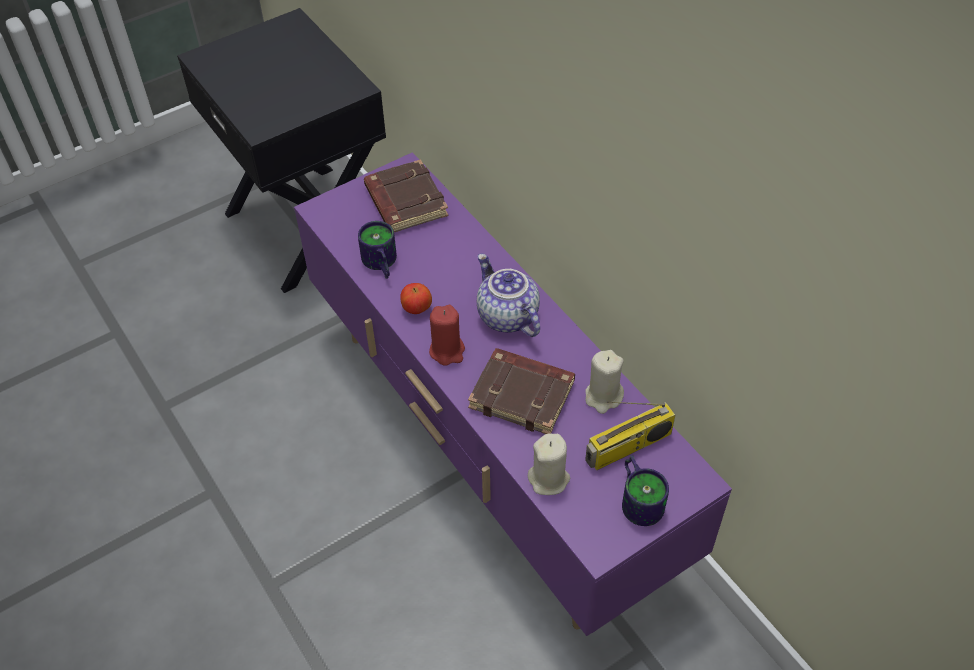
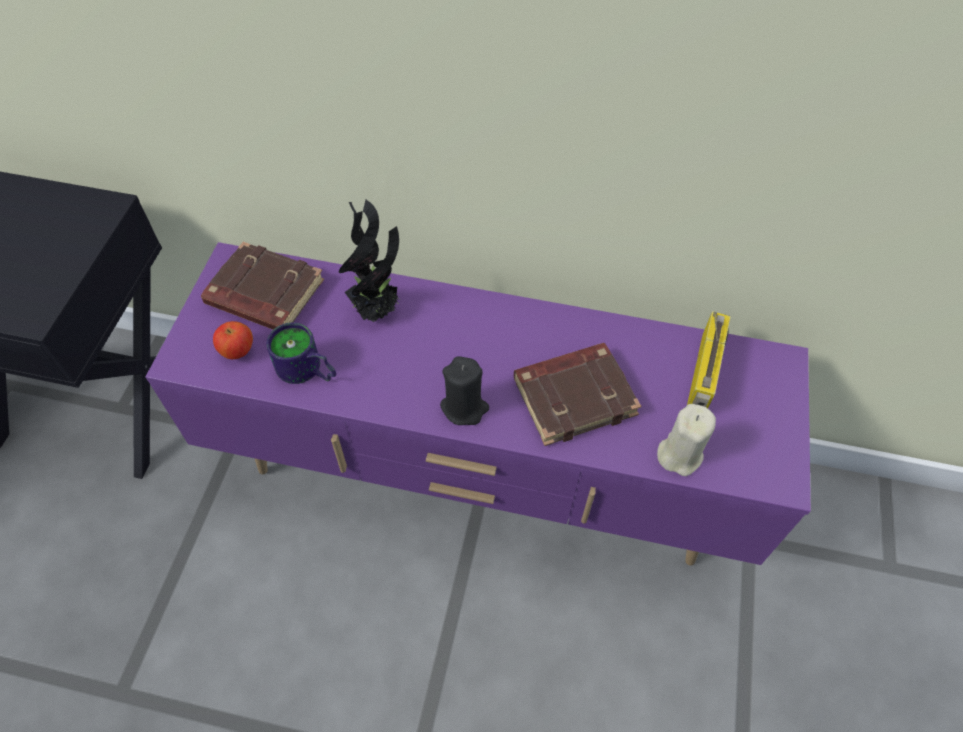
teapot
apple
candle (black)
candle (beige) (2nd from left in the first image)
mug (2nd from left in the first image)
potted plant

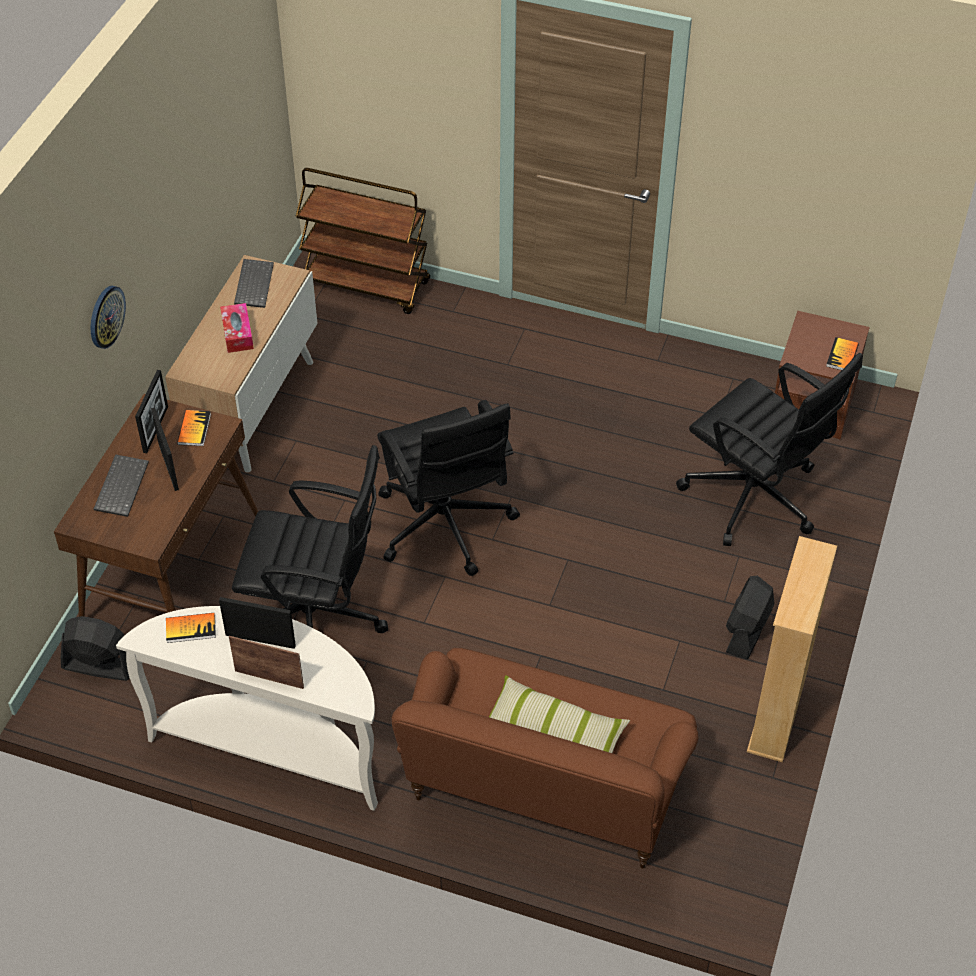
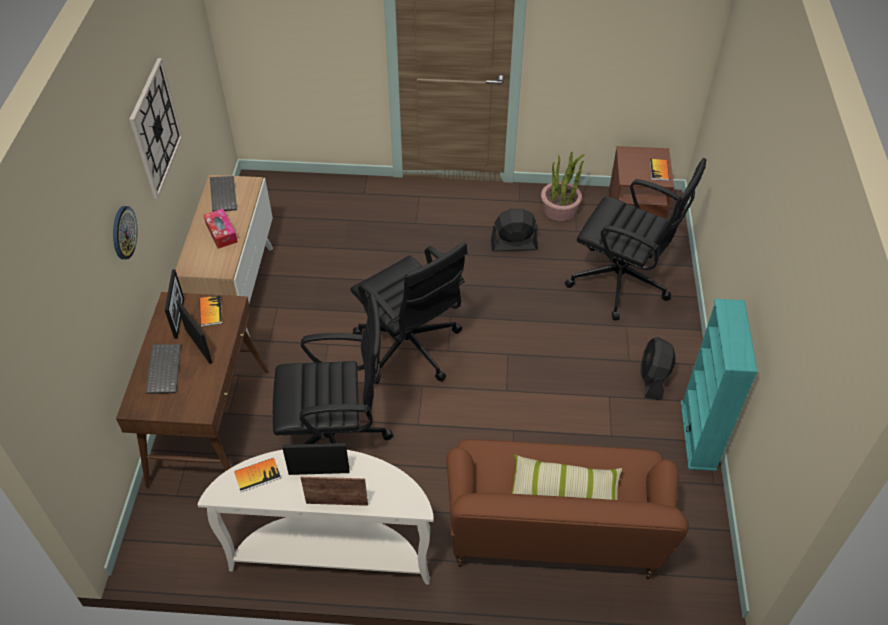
cart (brown)
bookcase (turquoise)
fan (black) (1st from left)
wall clock (2nd from left)
potted plant

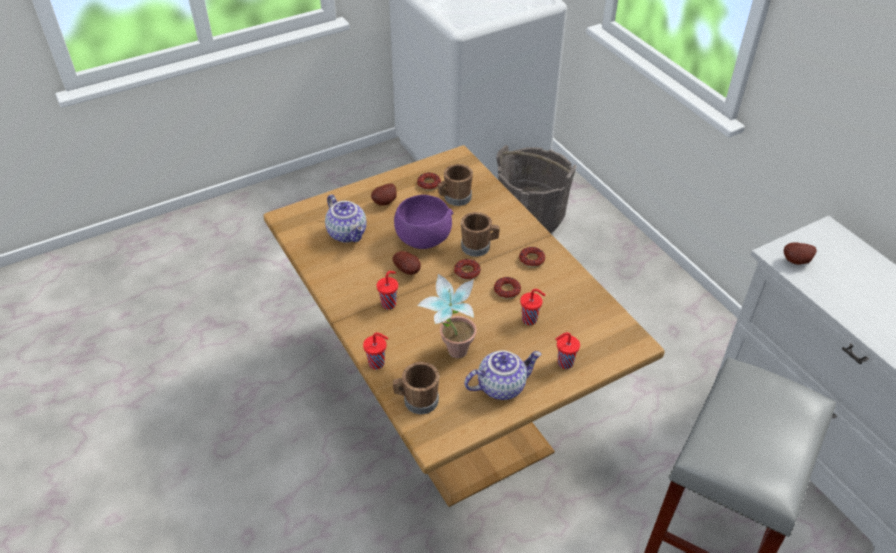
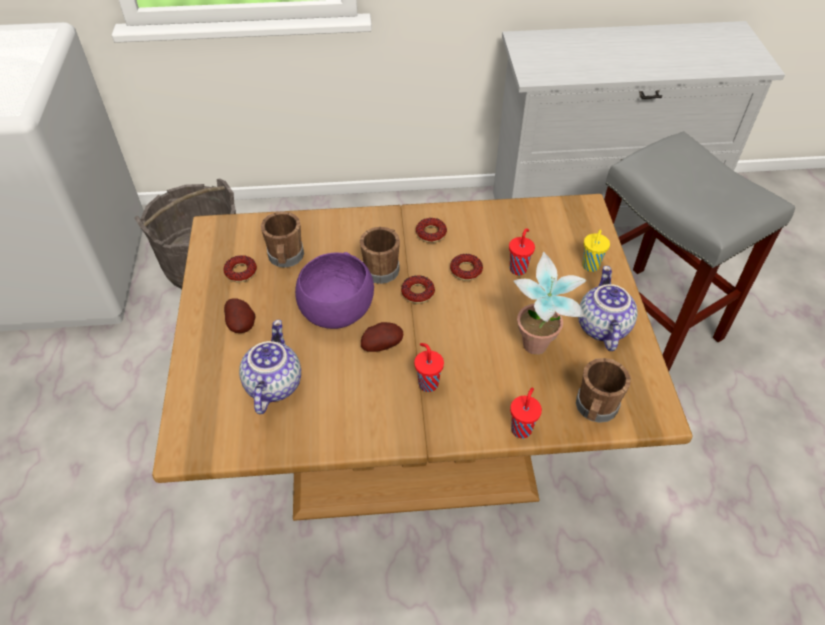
teapot (1st from left)
potato (3rd from left in the first image)
cup (yellow)

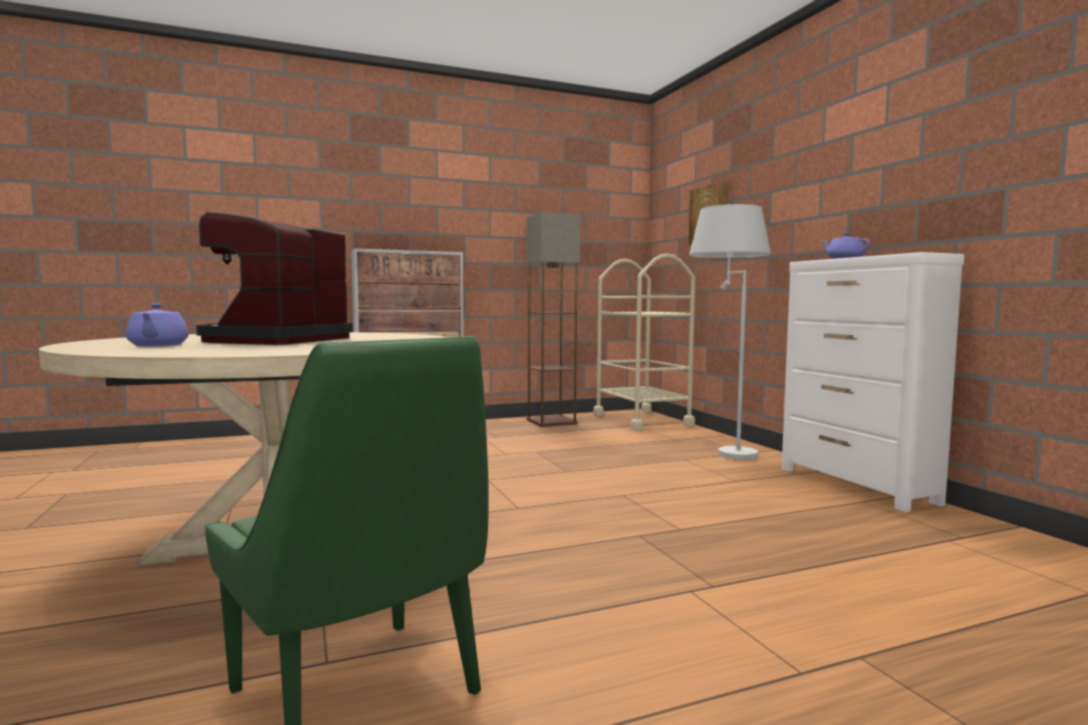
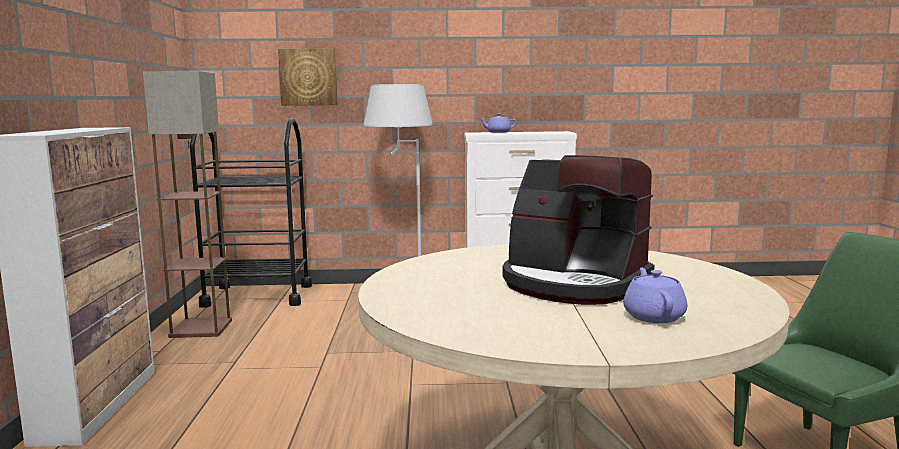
cart (black)
teapot (purple) (2nd from left)

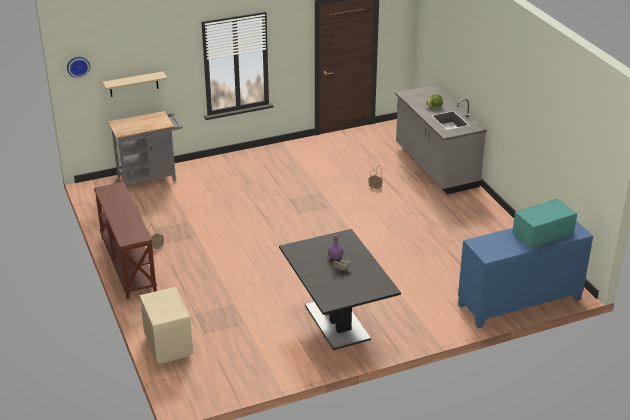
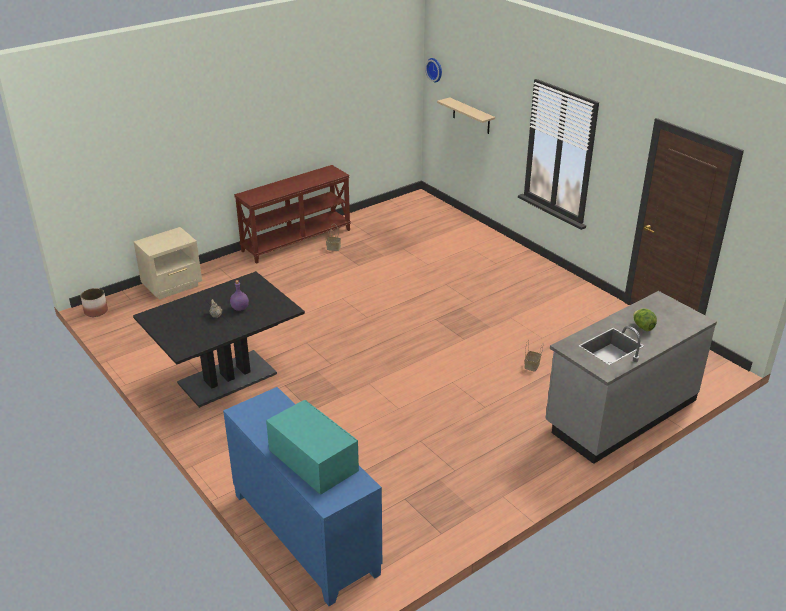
cart (grey)
planter

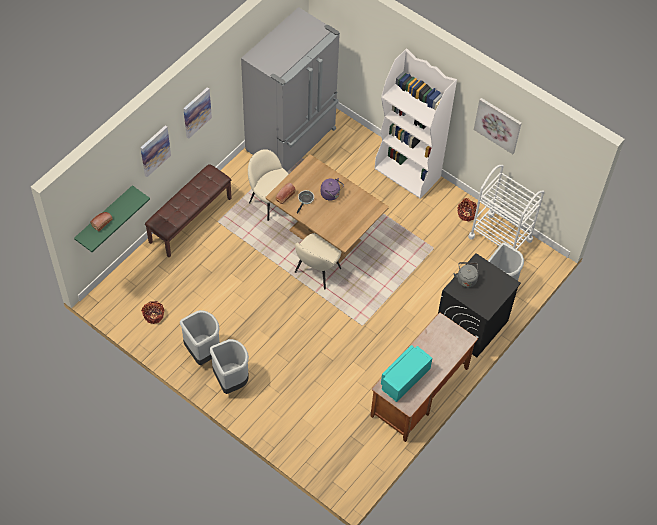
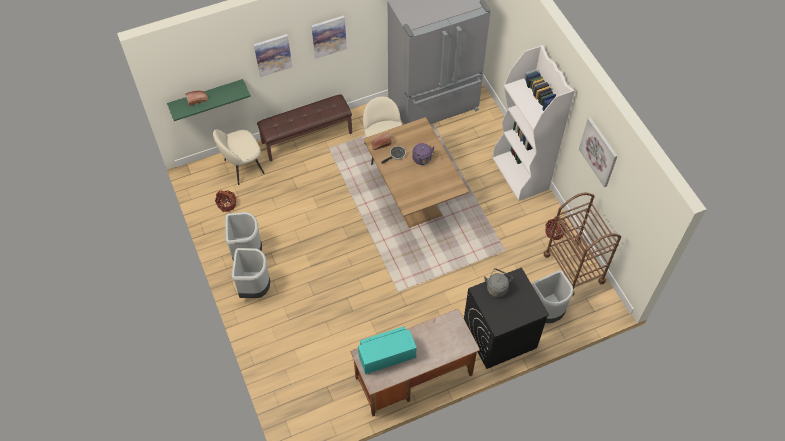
cart (brown)
chair (beige) (1st from left)

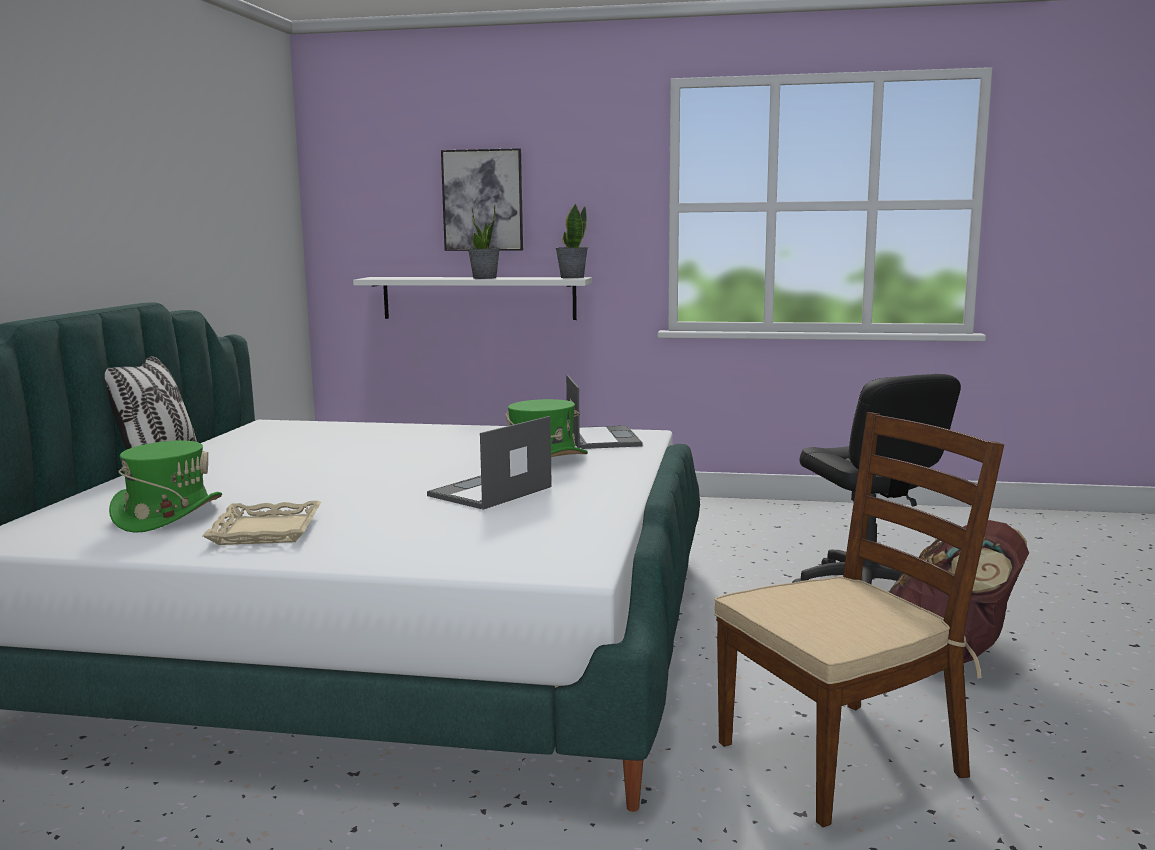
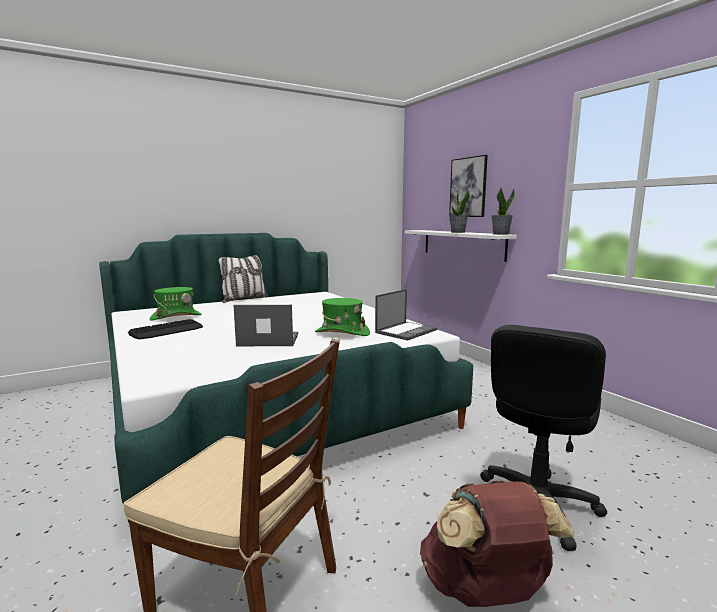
keyboard

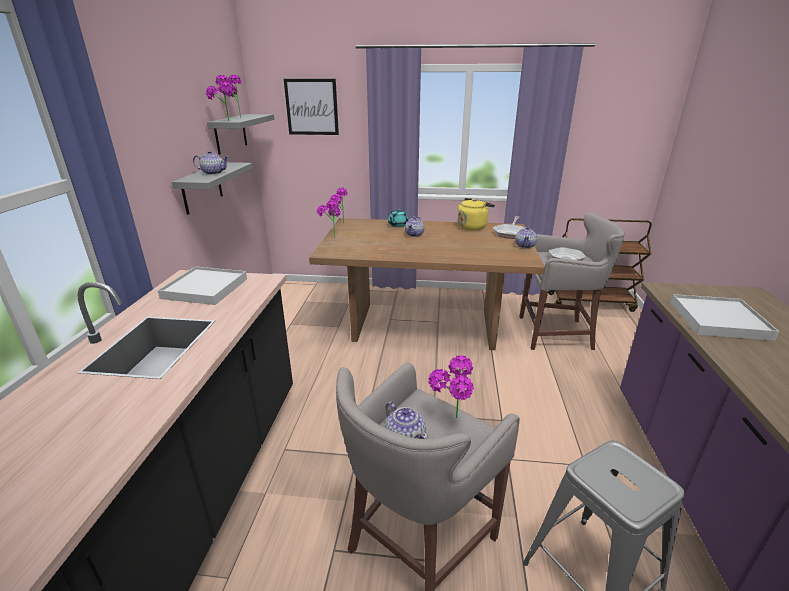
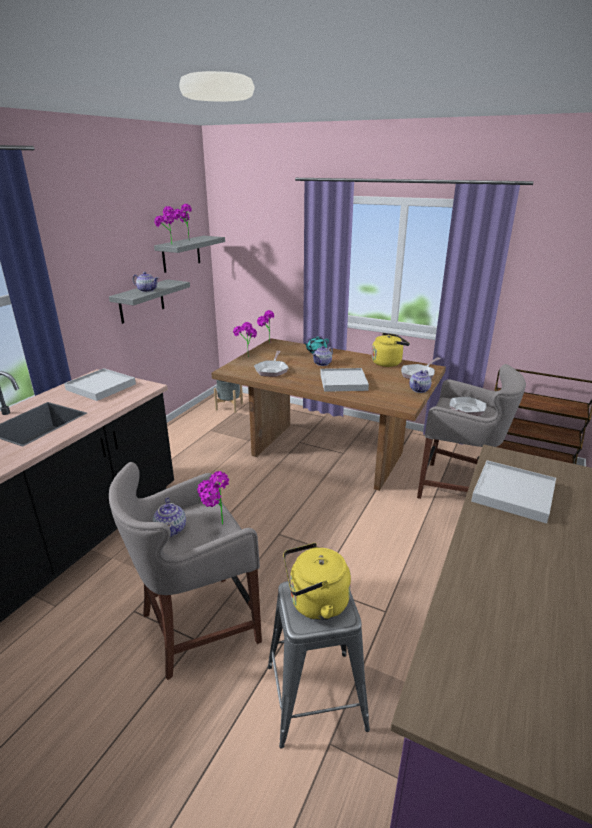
picture
frying pan (1st from left)
tray (white) (2nd from left)
planter (grey)
kettle (yellow) (1st from left)

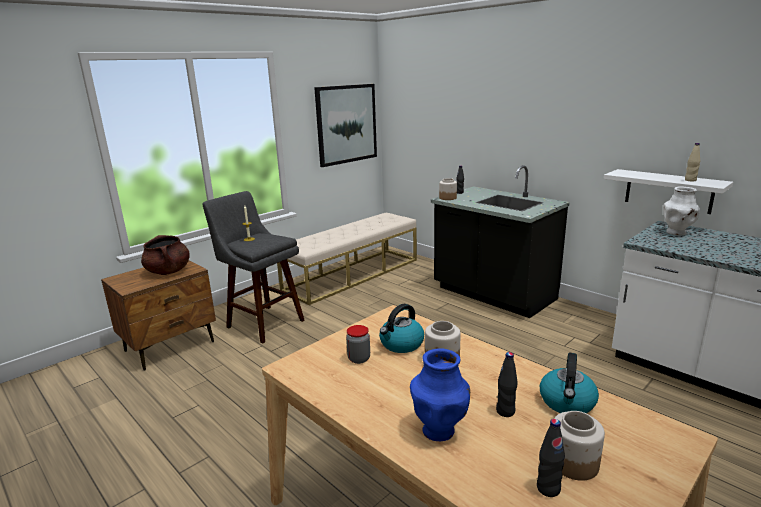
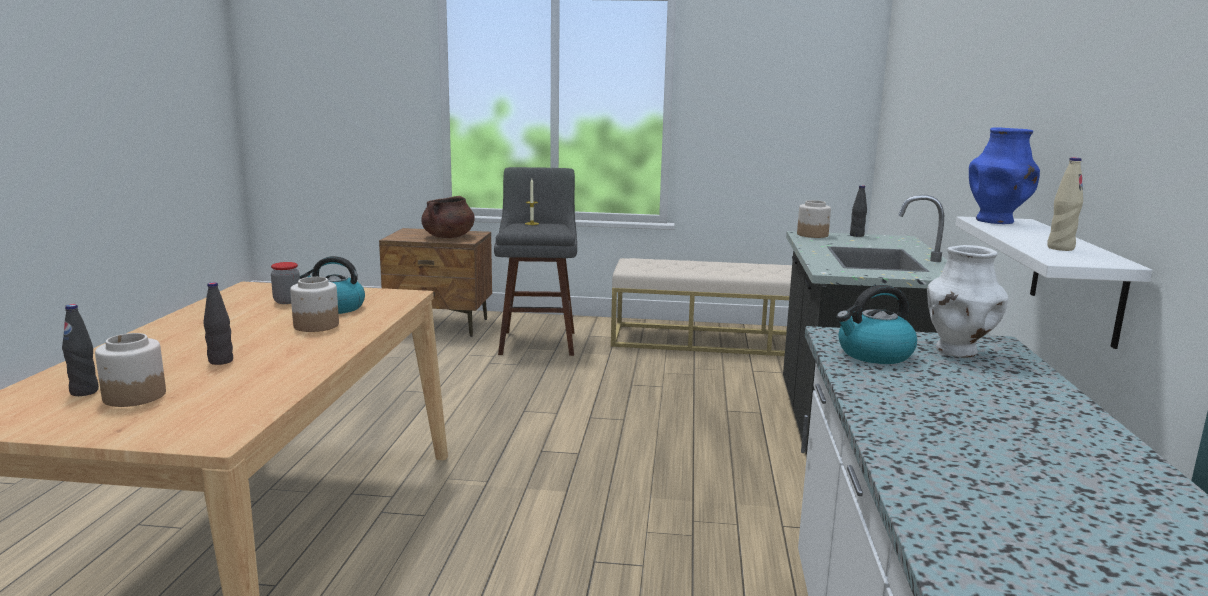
picture
vase (blue)
kettle (2nd from left)

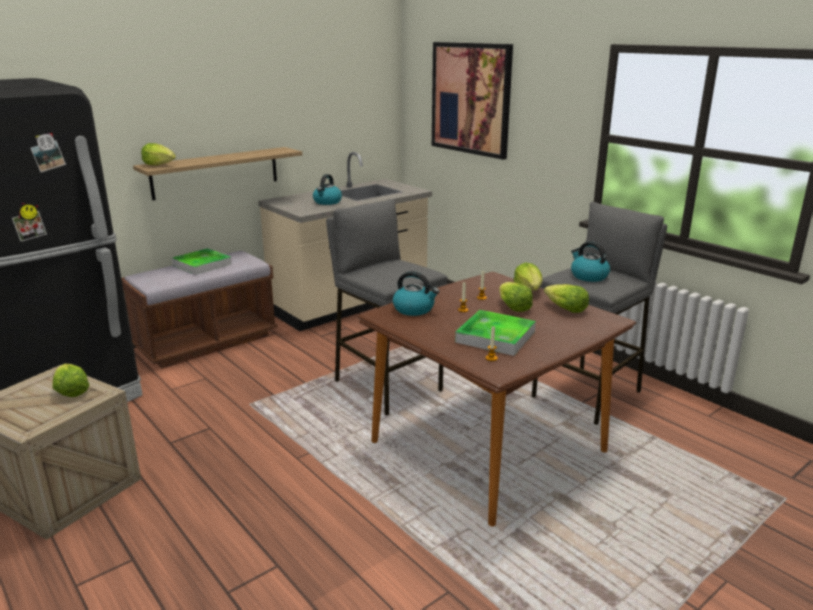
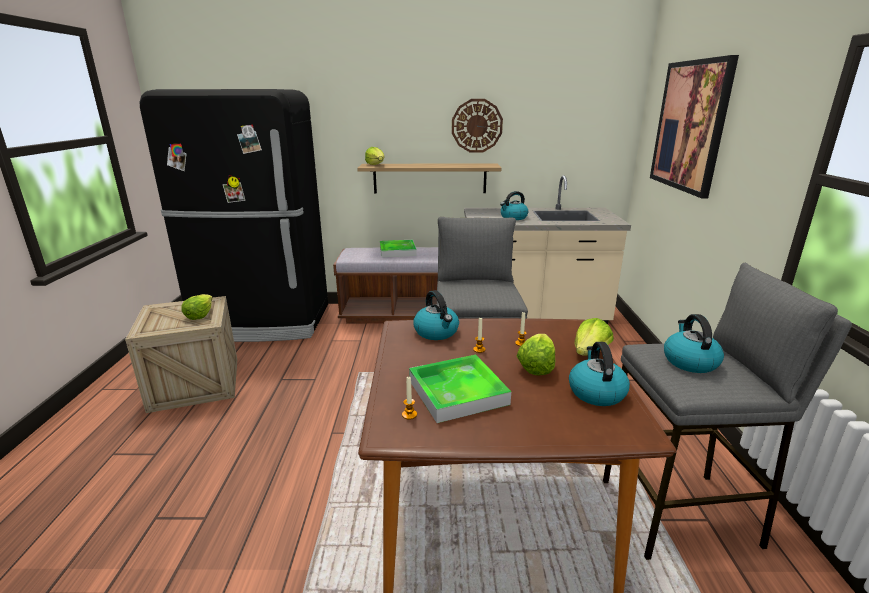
kettle (3rd from left)
wall clock

